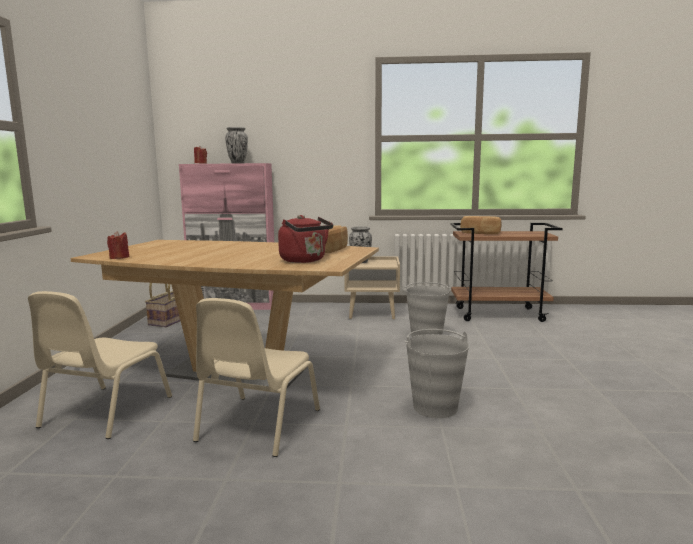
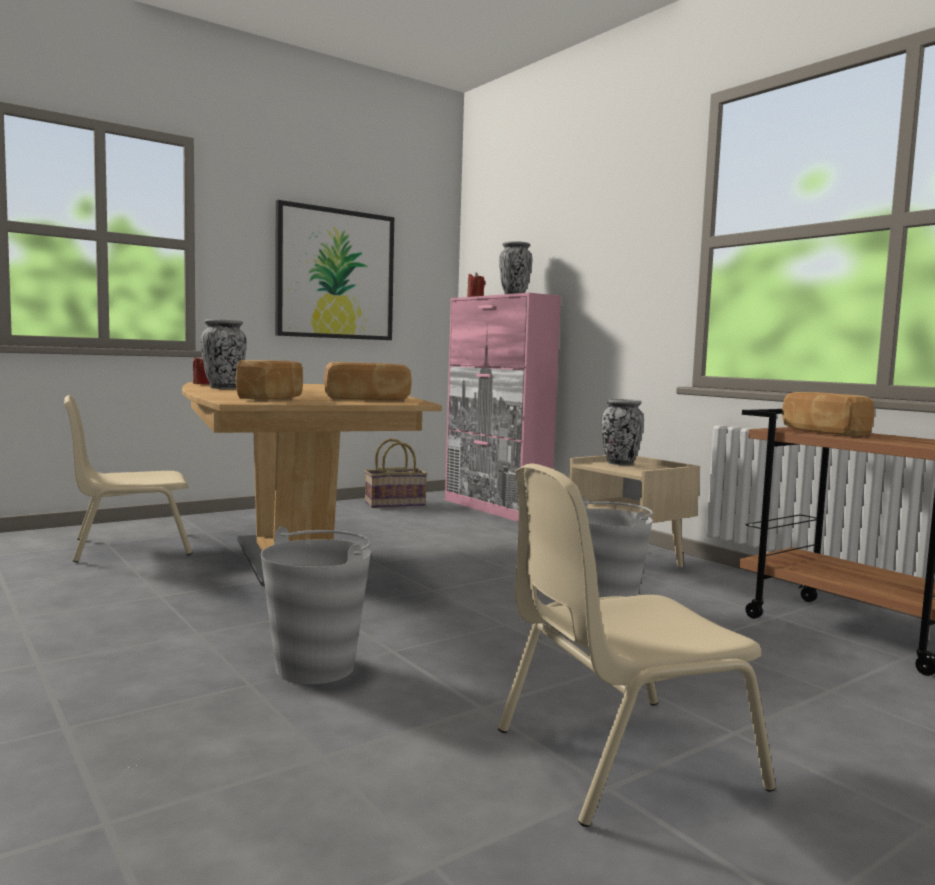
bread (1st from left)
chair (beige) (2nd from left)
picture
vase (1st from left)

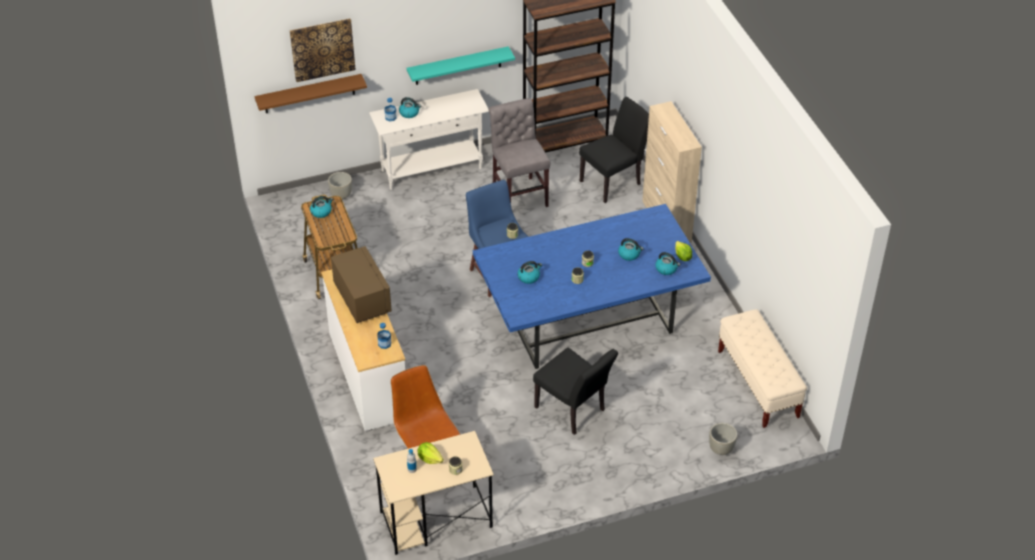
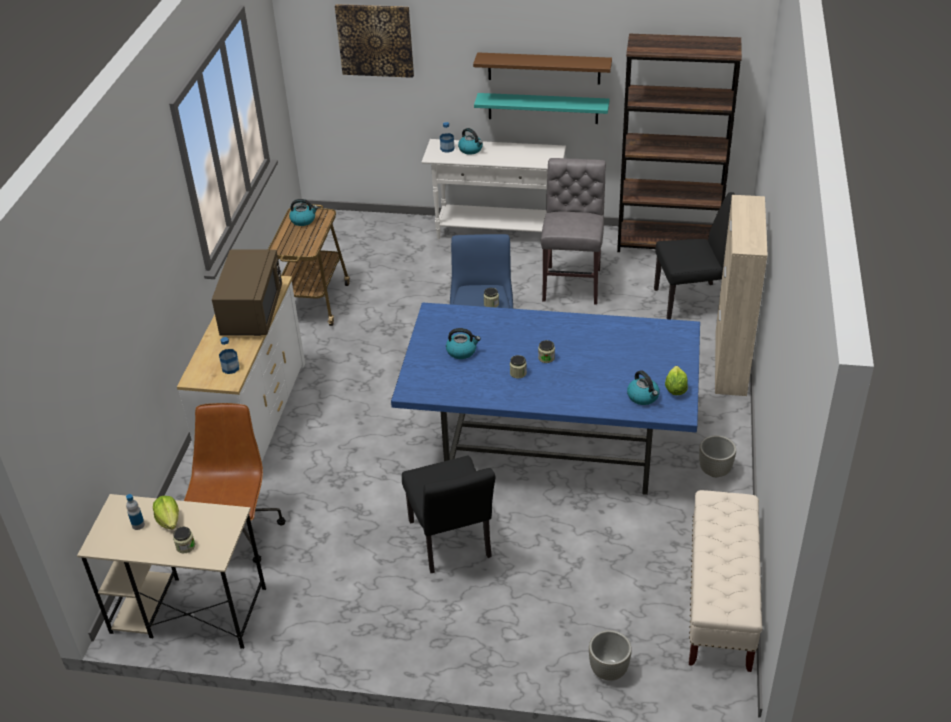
shelf (brown)
planter (grey) (2nd from left)
kettle (4th from left in the first image)

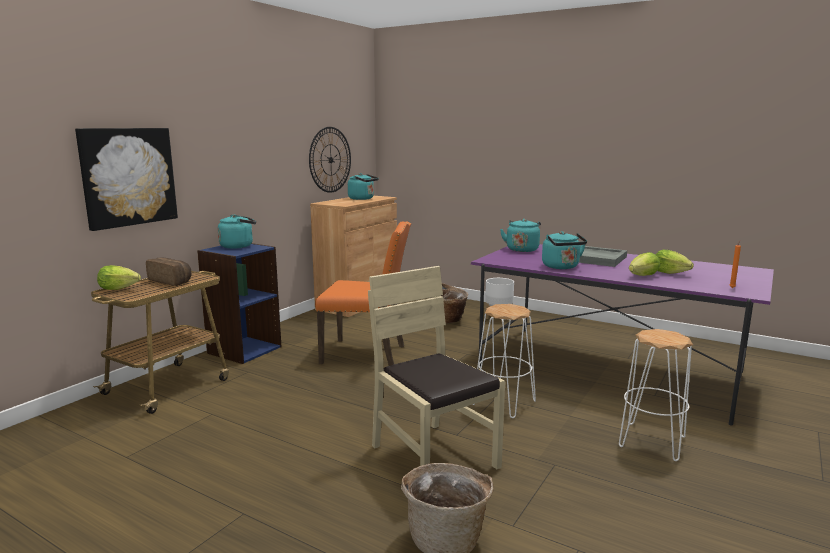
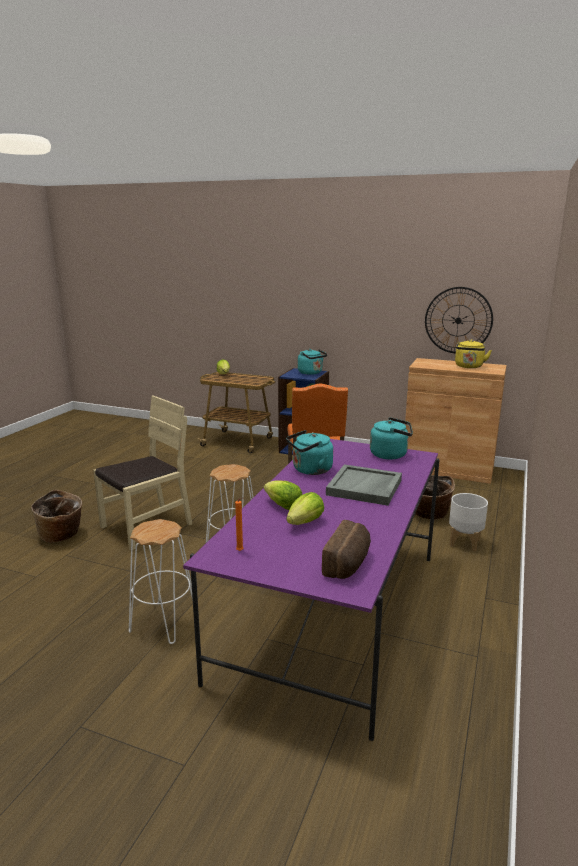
picture
kettle (yellow)
bread

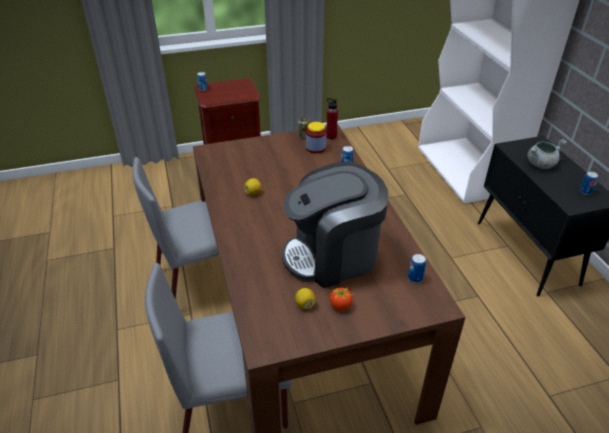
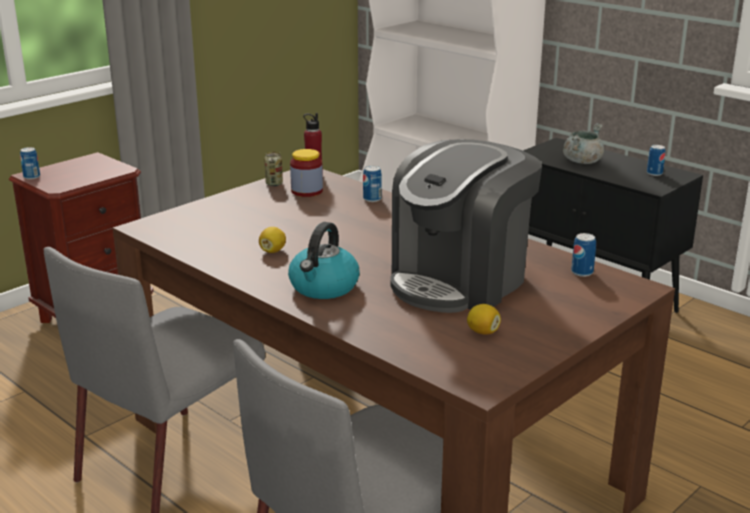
tomato
kettle

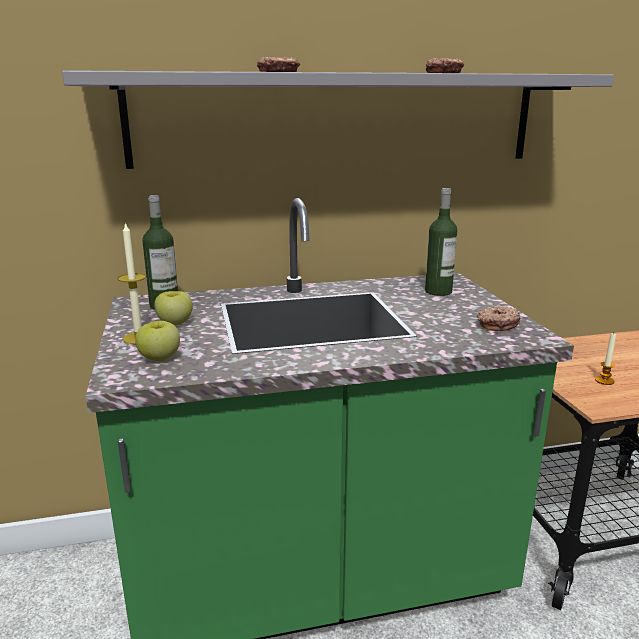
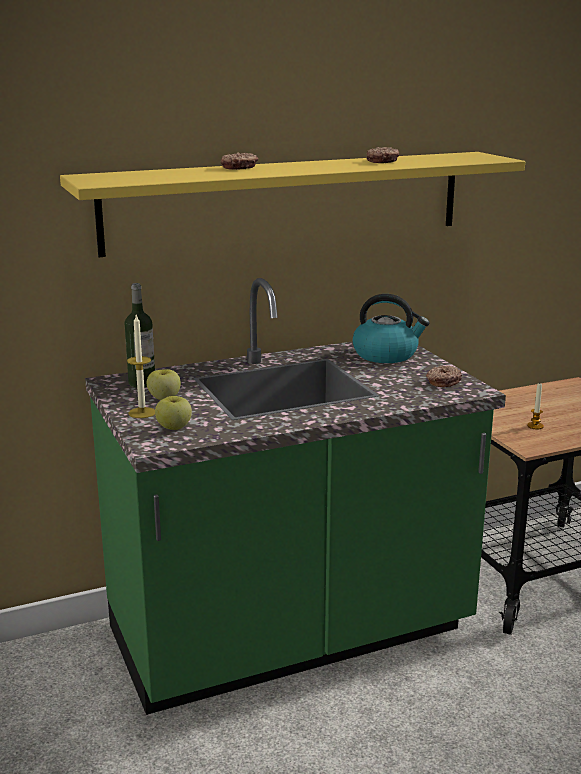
shelf (yellow)
kettle

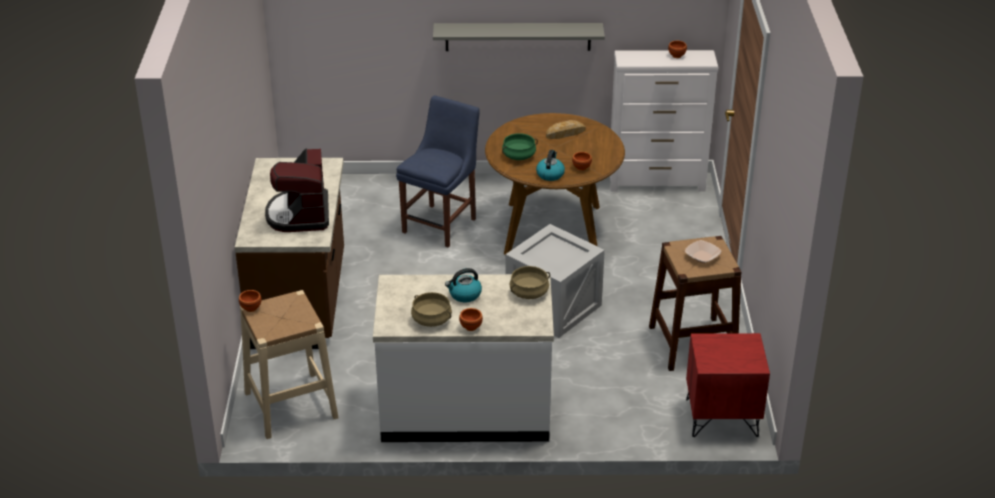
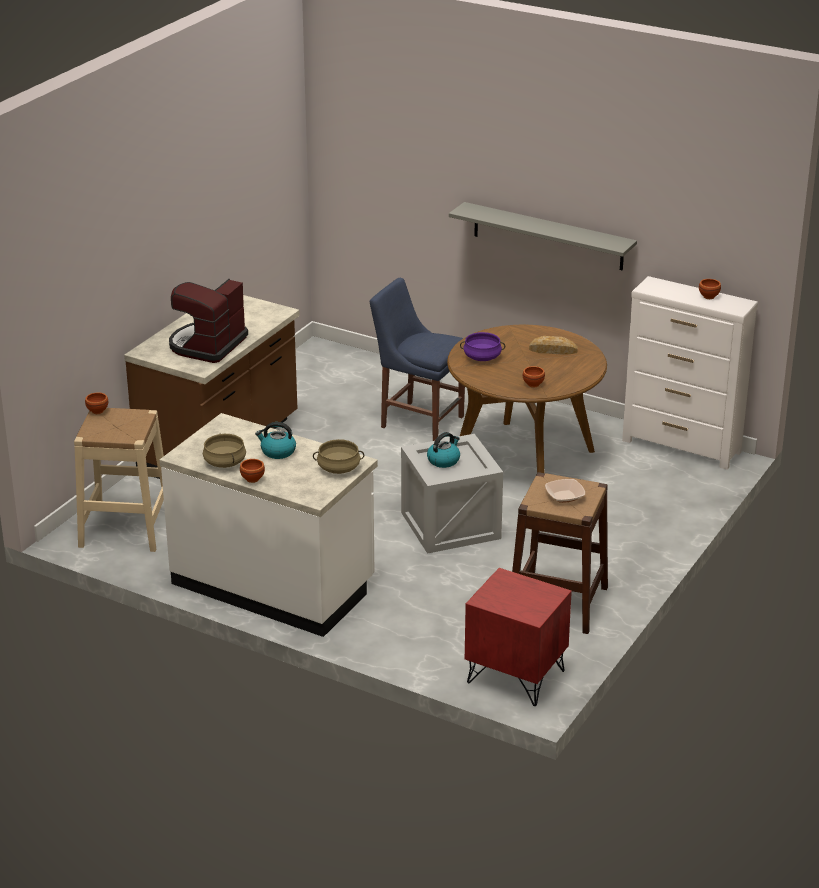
chair (blue)
cooking pot (purple)
kettle (2nd from left)

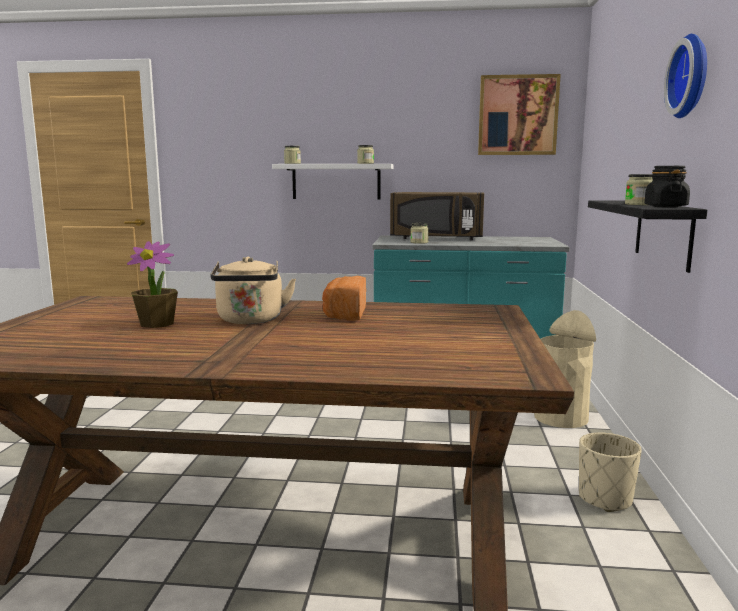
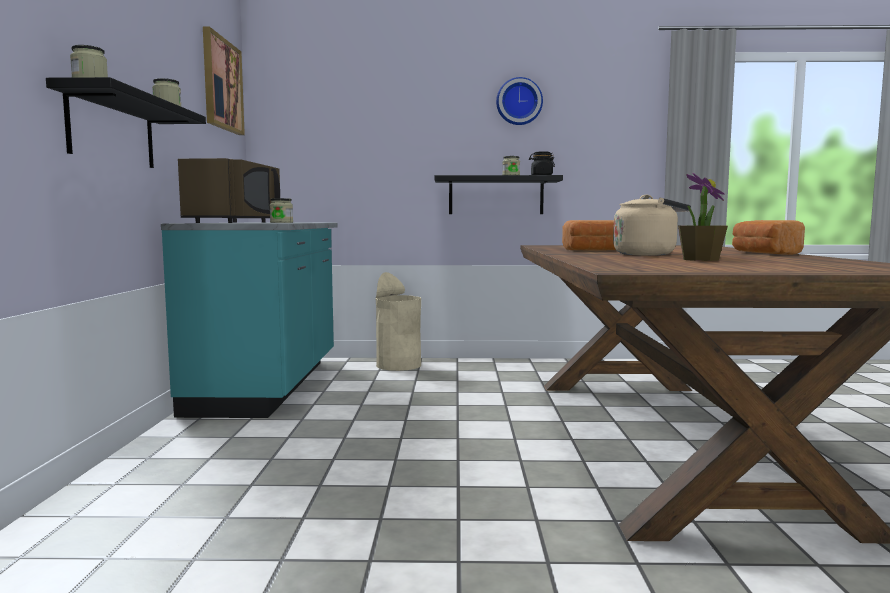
shelf (black) (1st from left)
planter (beige)
bread (2nd from left)

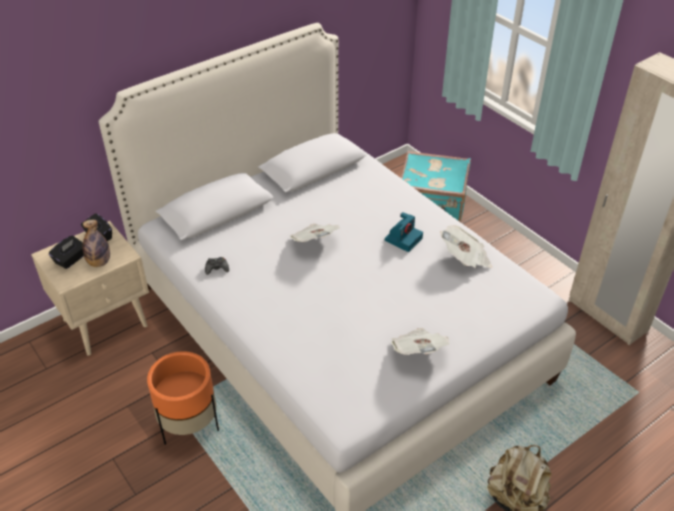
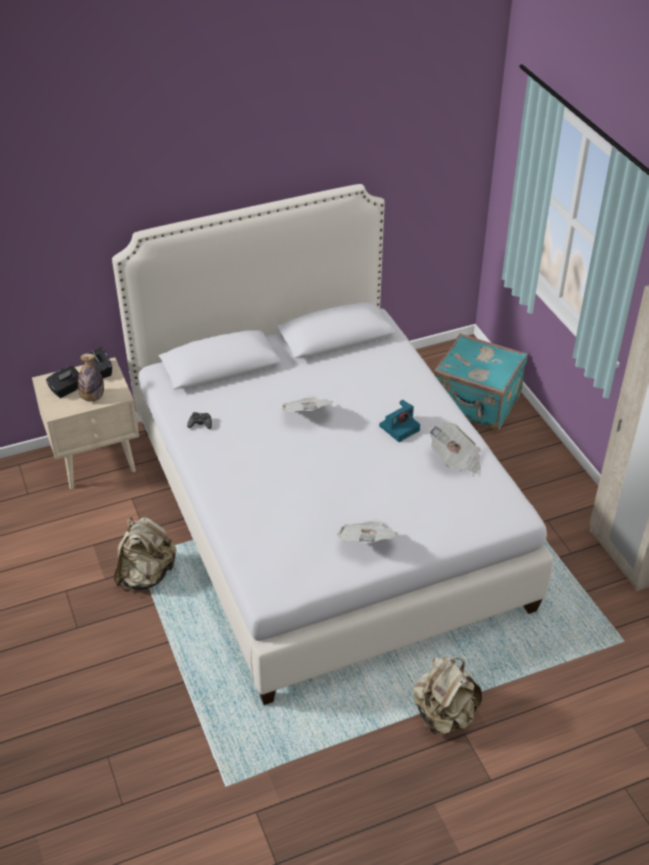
backpack (beige) (1st from left)

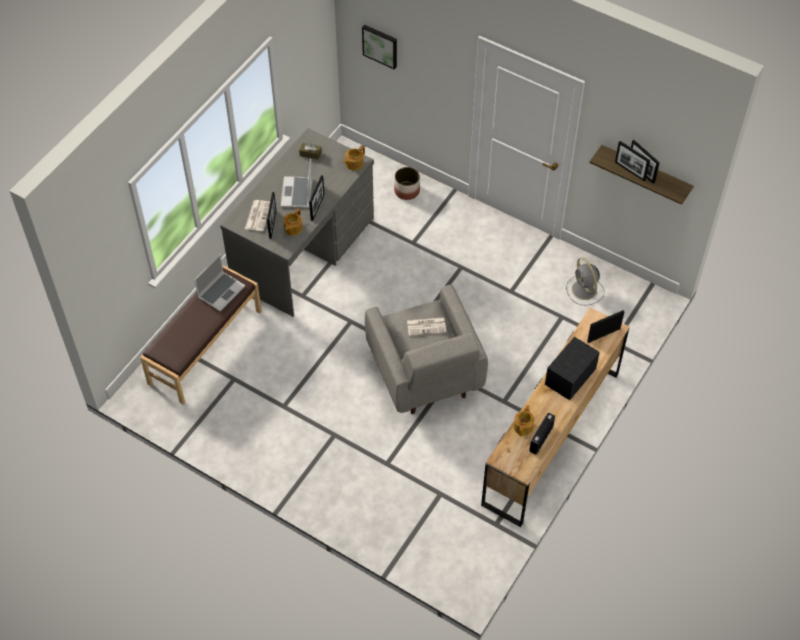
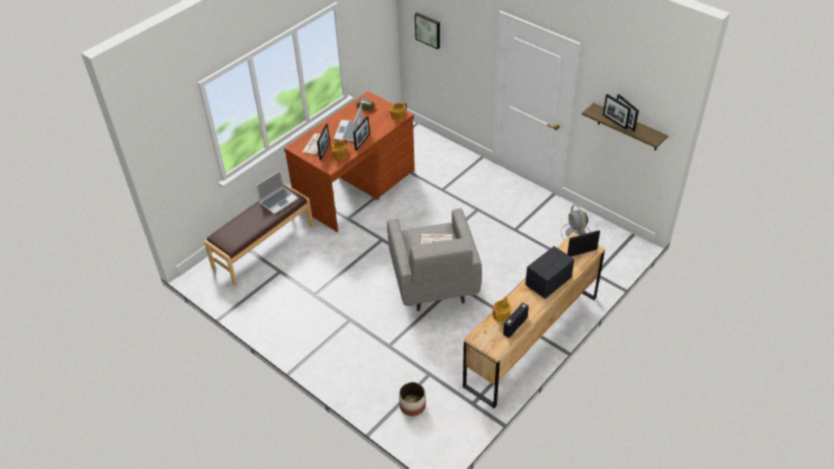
desk (brown)
planter

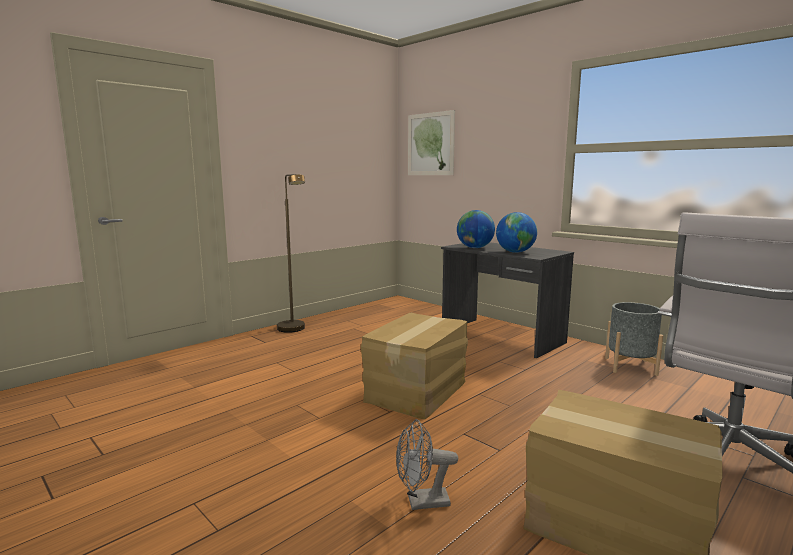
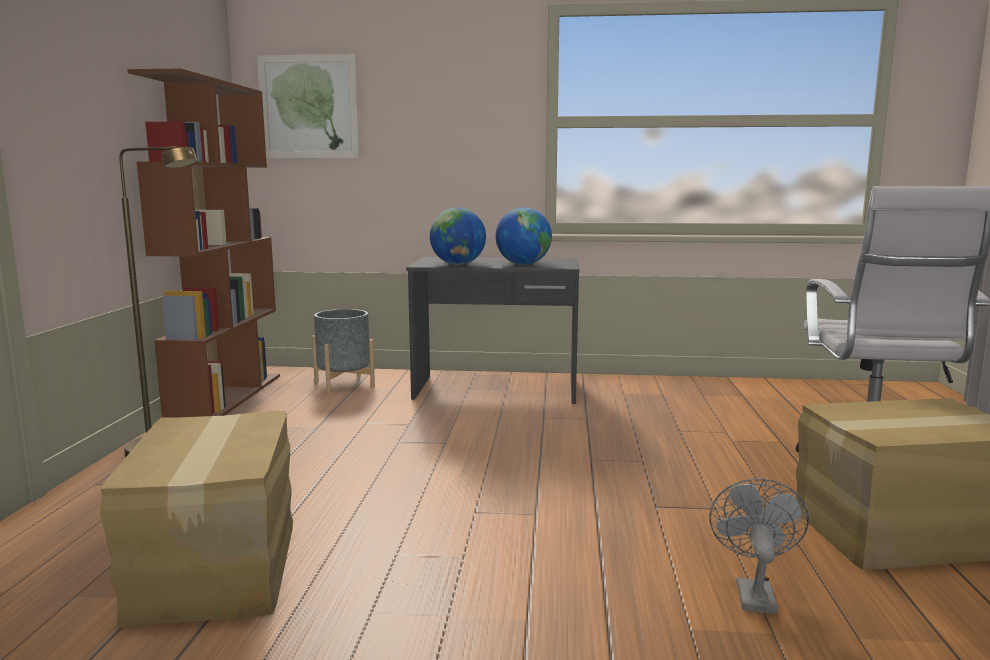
planter (grey)
cardboard box (1st from left)
fan (grey)
bookcase (brown)

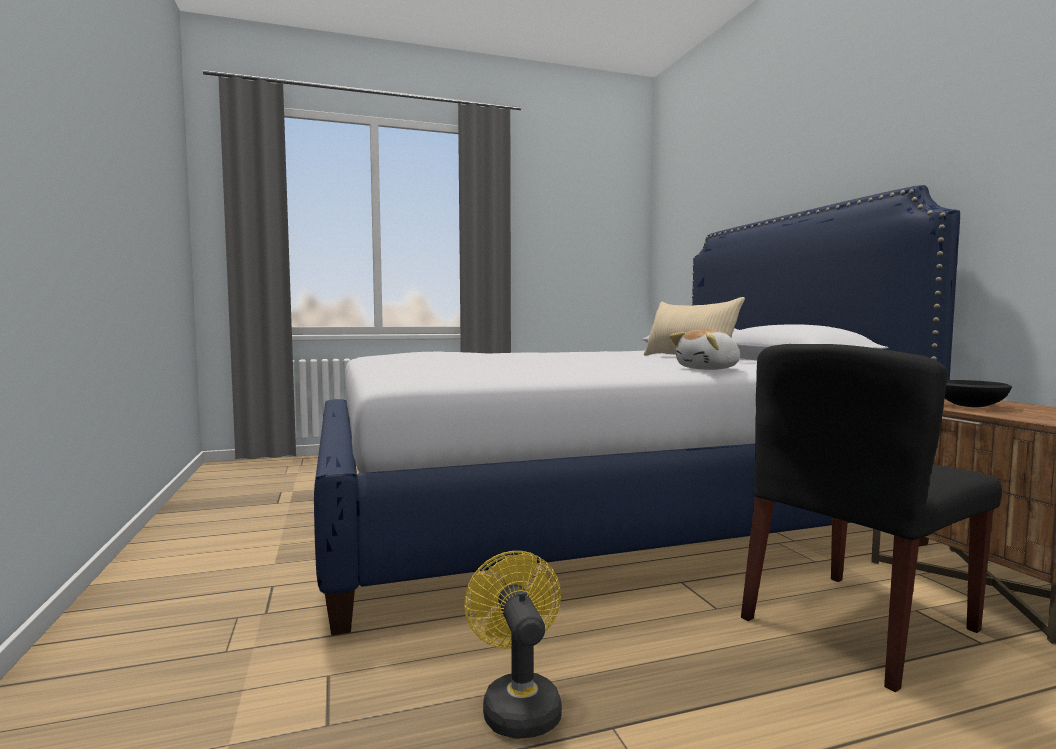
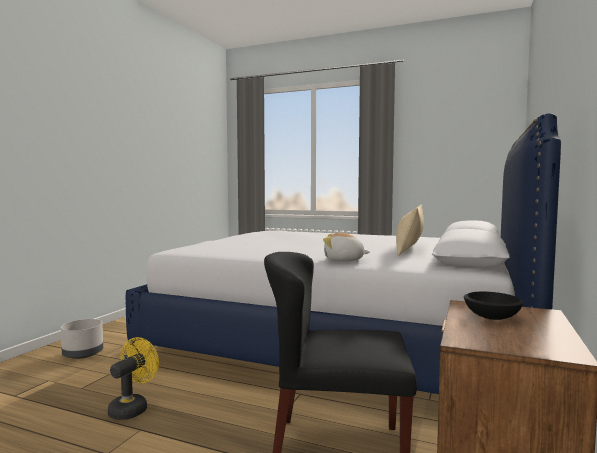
planter (grey)

